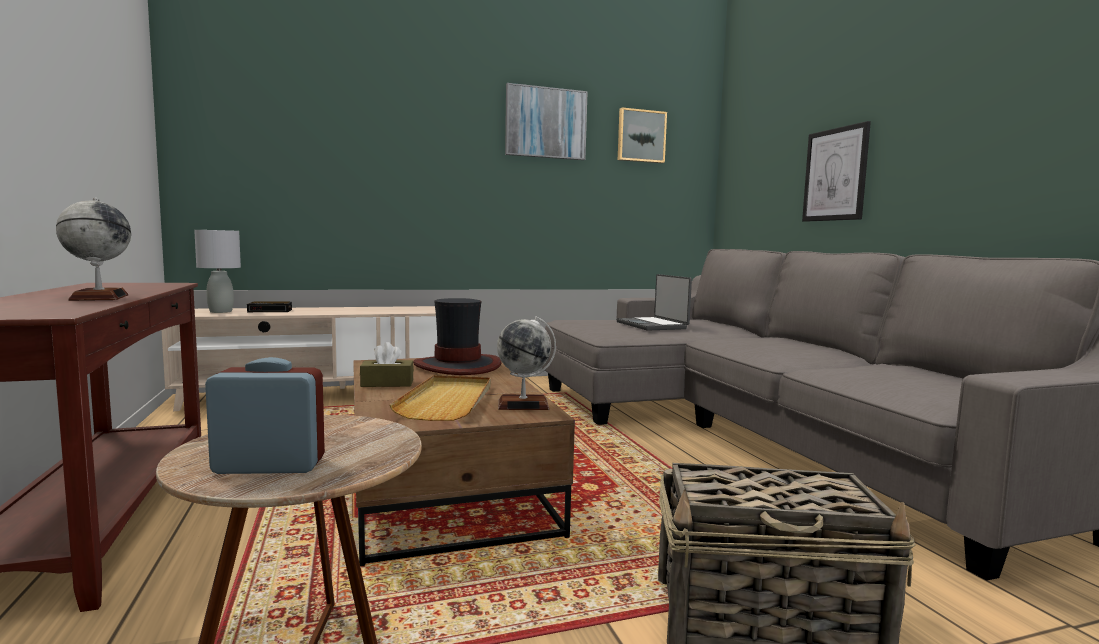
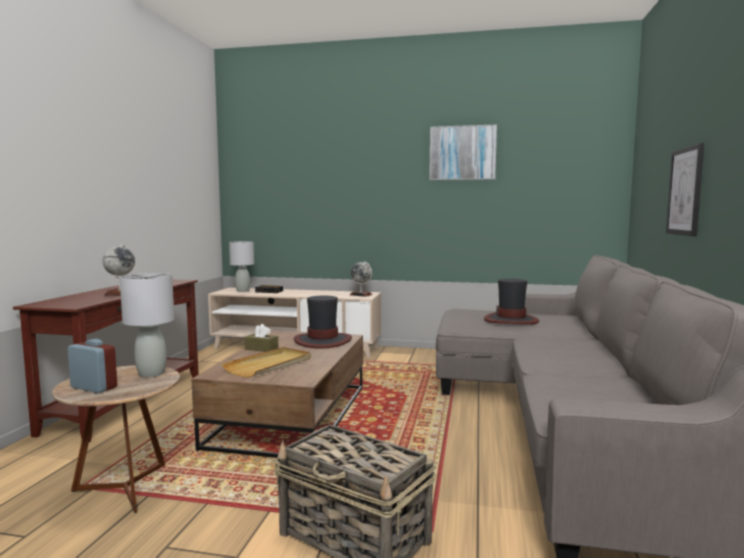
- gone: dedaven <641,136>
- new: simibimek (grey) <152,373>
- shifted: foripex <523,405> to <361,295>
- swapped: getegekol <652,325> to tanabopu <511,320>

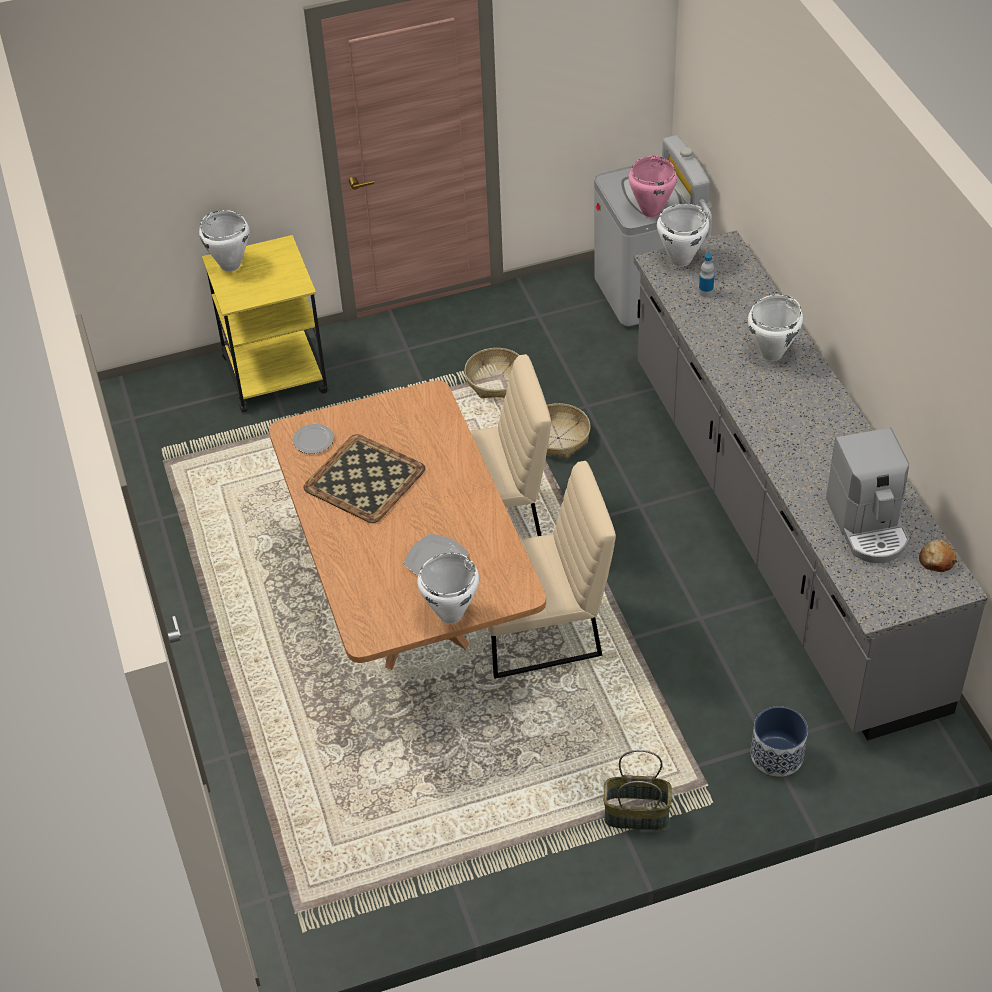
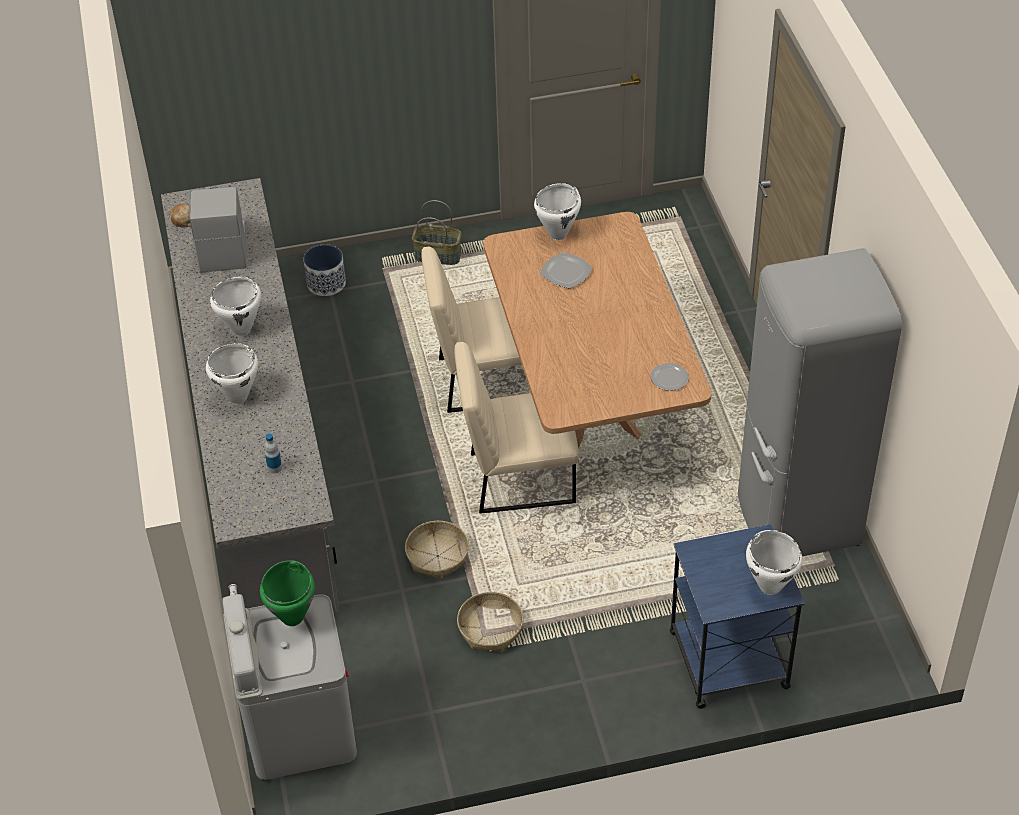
- gone: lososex <365,480>
- new: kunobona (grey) <795,518>
- shifted: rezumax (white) <680,260> to <242,329>
- repainted: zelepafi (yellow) <276,374> to zelepafi (blue) <727,661>
- repainted: rezumax (pink) <651,211> to rezumax (green) <293,617>

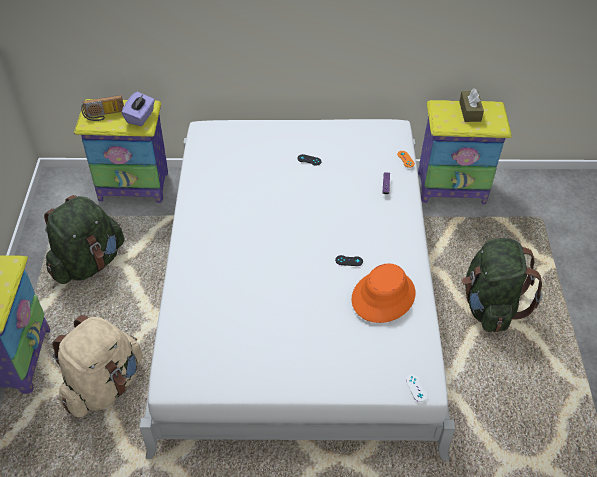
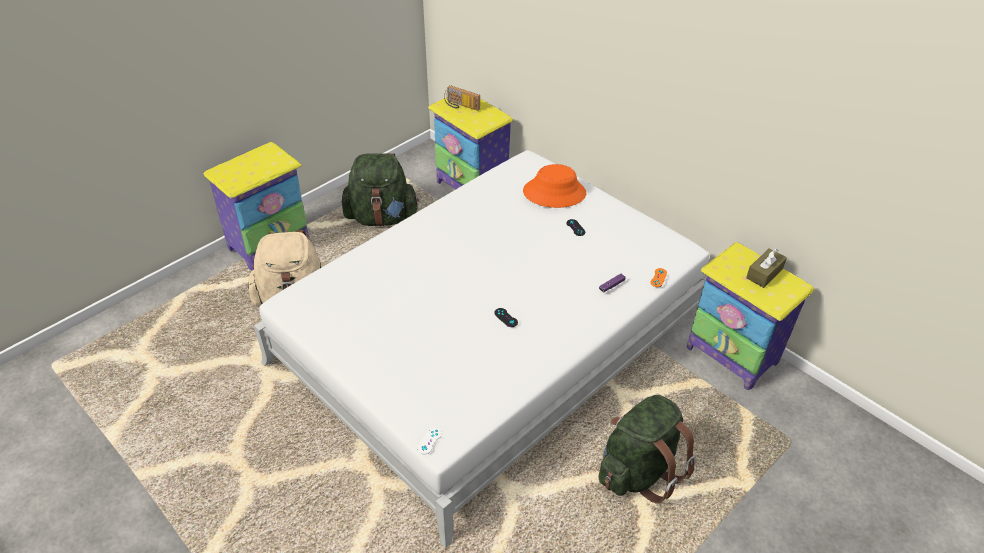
- gone: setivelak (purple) <140,117>
- shifted: tanabopu (orange) <383,296> to <554,192>

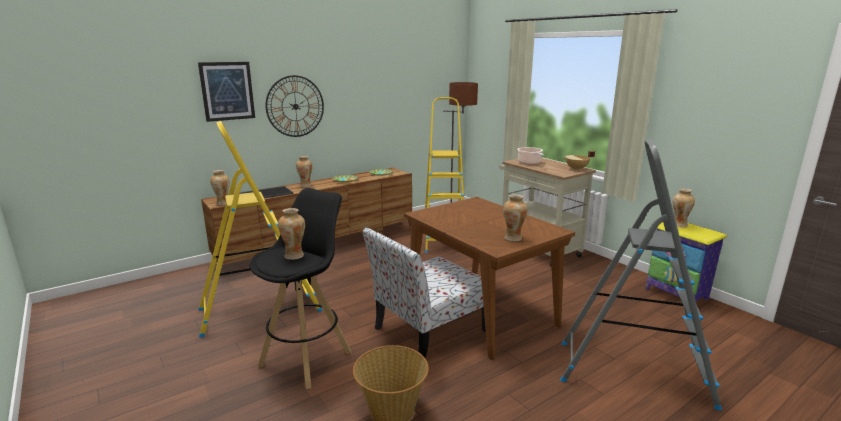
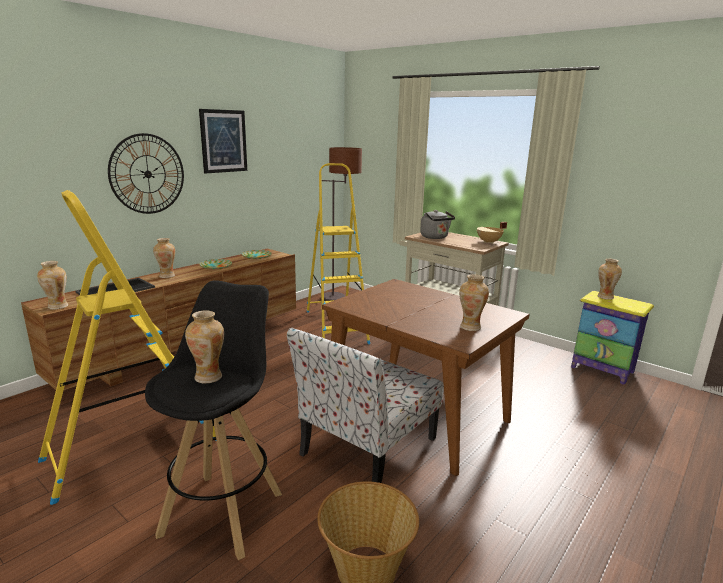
- gone: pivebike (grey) <634,373>
- shifted: dedaven <227,91> to <223,141>
- swapped: rezumax <529,163> to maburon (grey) <435,237>

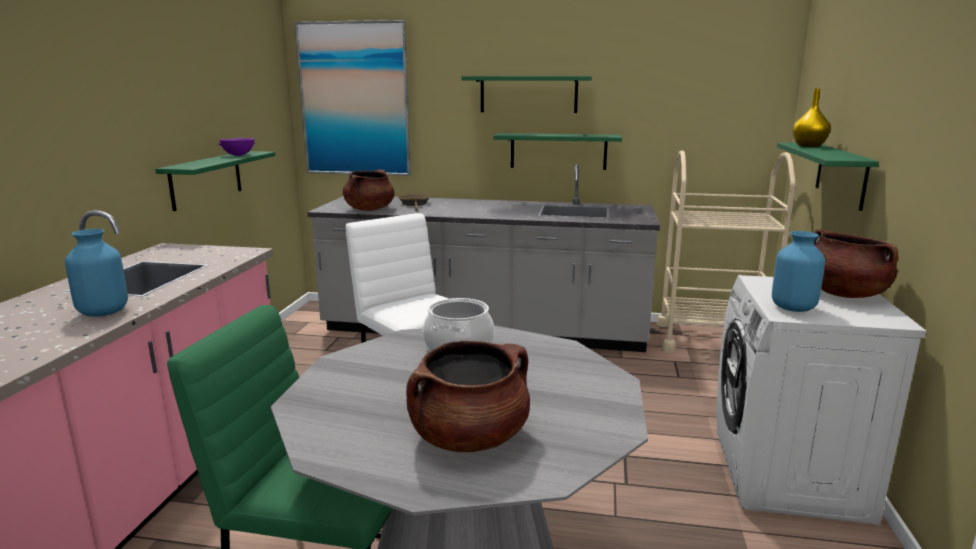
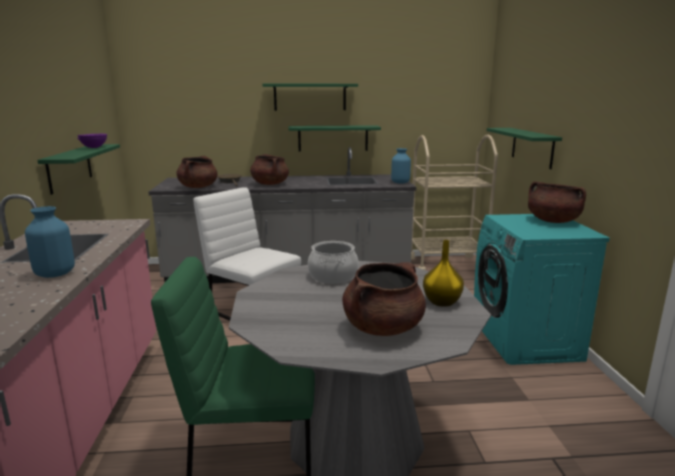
- gone: dedaven <354,100>
- new: rezumax (brown) <270,184>
- shifted: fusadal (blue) <793,307> to <400,182>
- shifted: fusadal (yellow) <809,146> to <442,302>
- repainted: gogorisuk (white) <787,476> to gogorisuk (turquoise) <525,342>

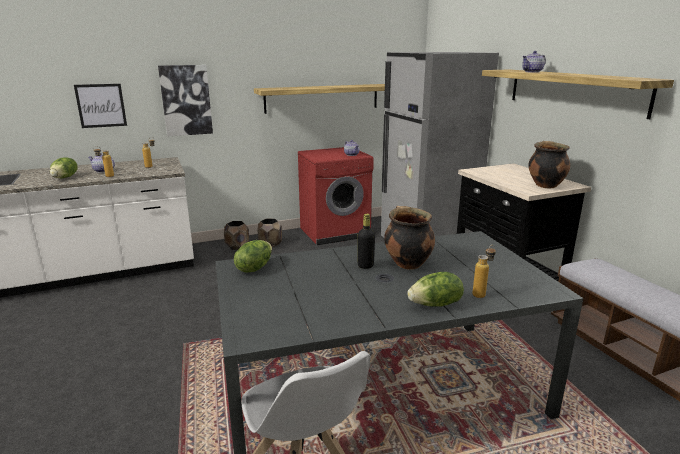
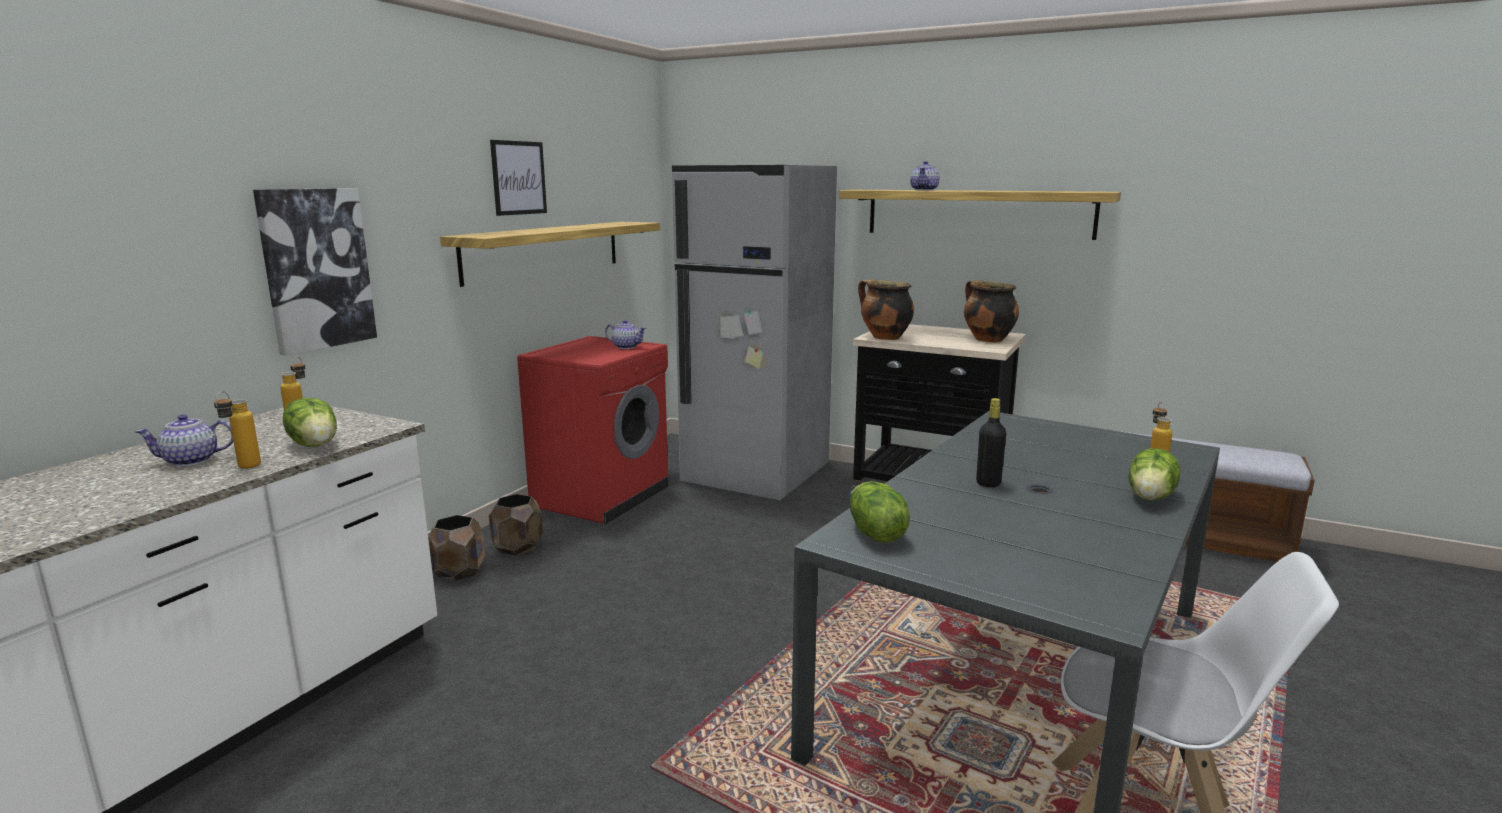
- shifted: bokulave <65,177> to <316,444>
- shifted: dedaven <101,105> to <518,178>
- shifted: rezumax <407,263> to <884,337>

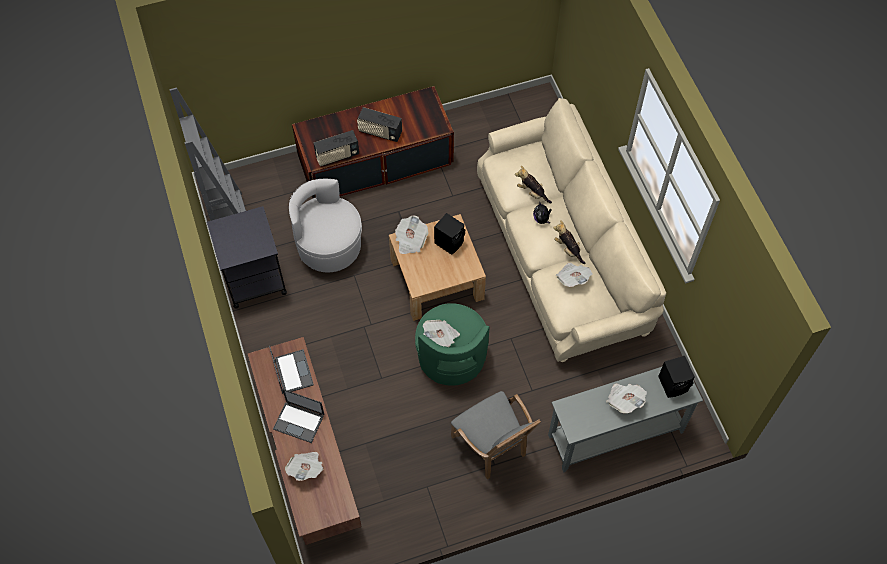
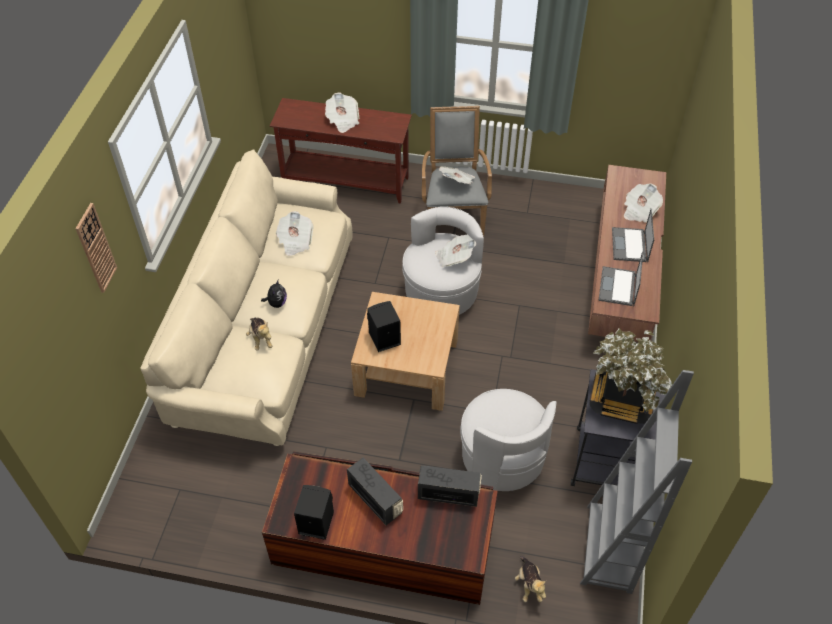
- new: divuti <96,248>
- new: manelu <621,399>
- shifted: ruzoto <410,240> to <457,182>
- shifted: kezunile <568,249> to <529,585>
- shifted: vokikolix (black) <674,384> to <315,522>
- repainted: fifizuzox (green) <451,356> to fifizuzox (white) <441,293>
- repainted: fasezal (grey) <615,434> to fasezal (brown) <346,181>
- rotated: getegekol <299,421> = <630,245> 135 degrees counterclockwise

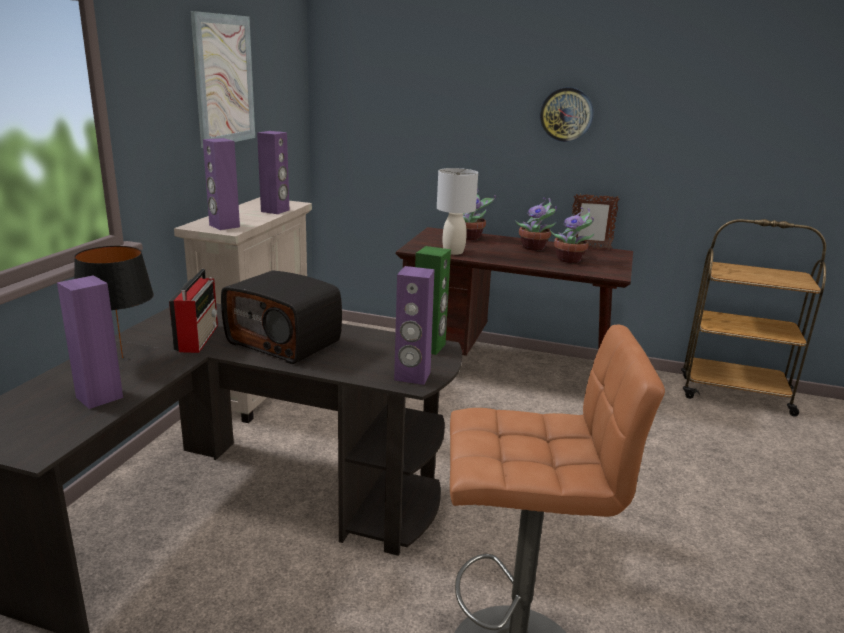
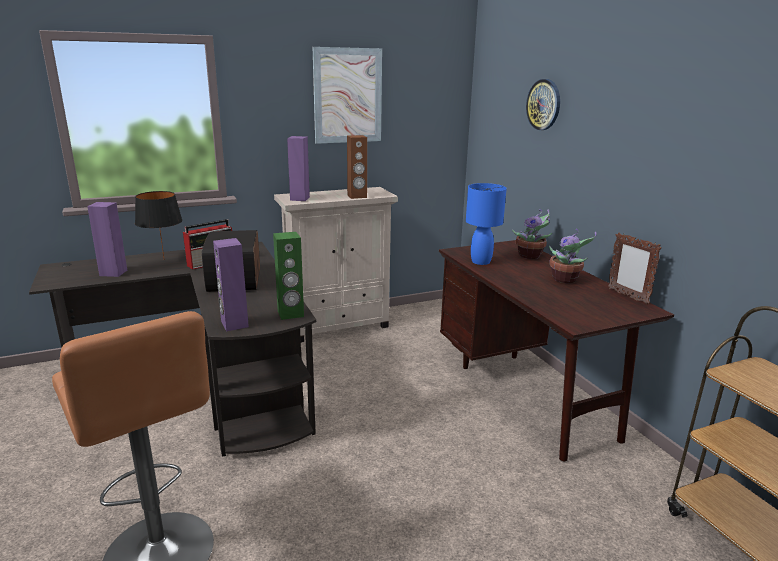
- gone: manelu <570,260>
- shifted: divuti <566,114> to <544,104>
- repainted: vokikolix (purple) <275,211> to vokikolix (brown) <357,196>
- repainted: simibimek (grey) <453,252> to simibimek (blue) <480,262>

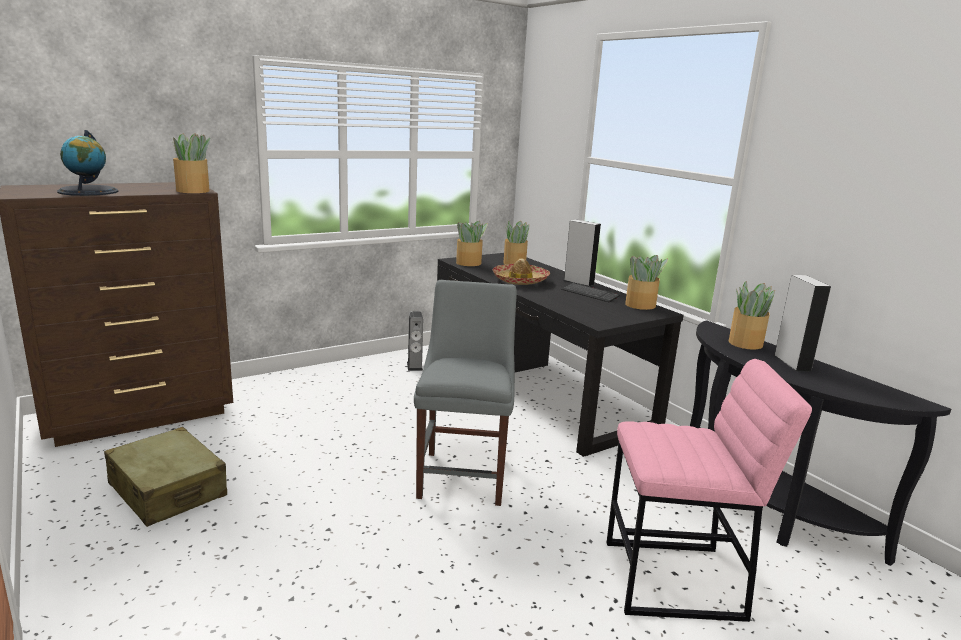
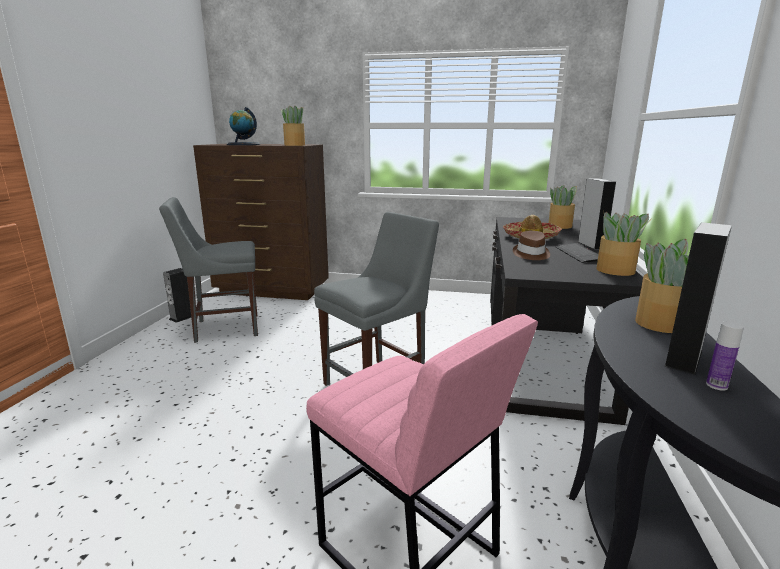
- gone: manelu <469,263>
- new: tanabopu (brown) <531,254>
- new: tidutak <716,385>
- shifted: vokikolix <414,366> to <181,318>
- swapped: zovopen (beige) <168,490> to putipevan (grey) <223,328>

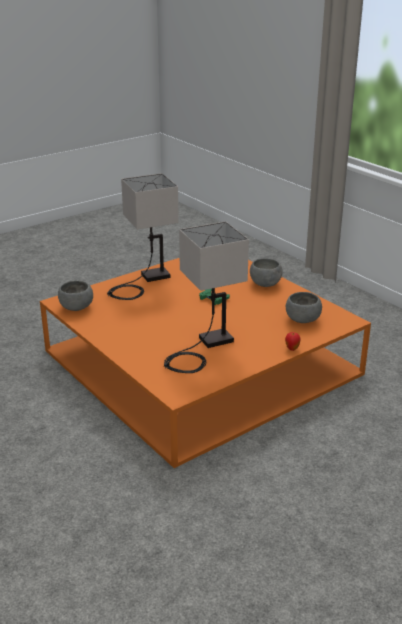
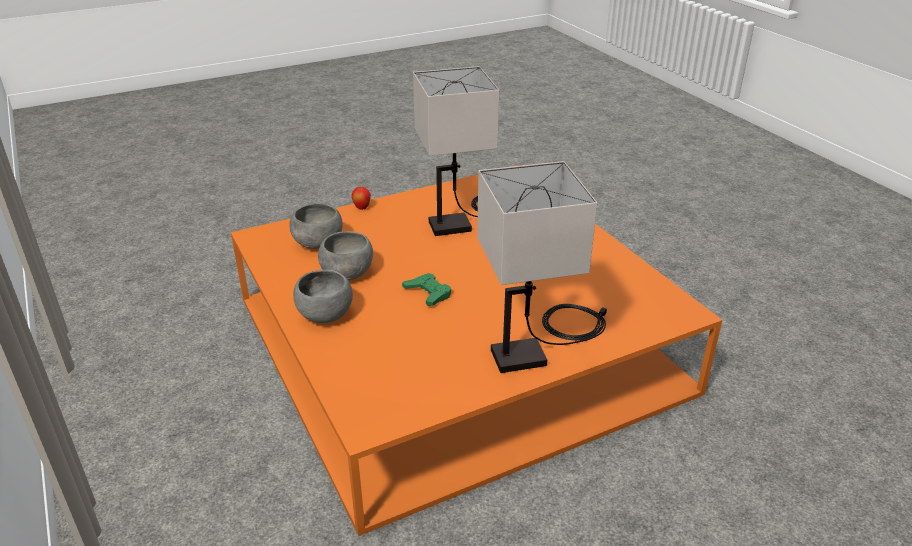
- shifted: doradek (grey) <76,308> to <347,274>

